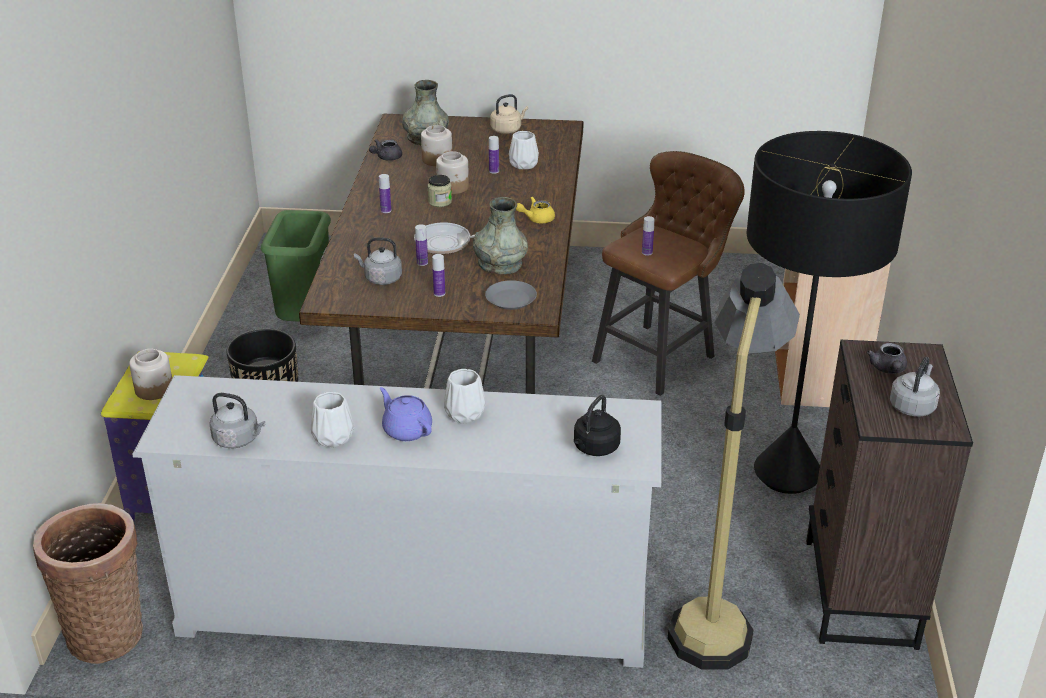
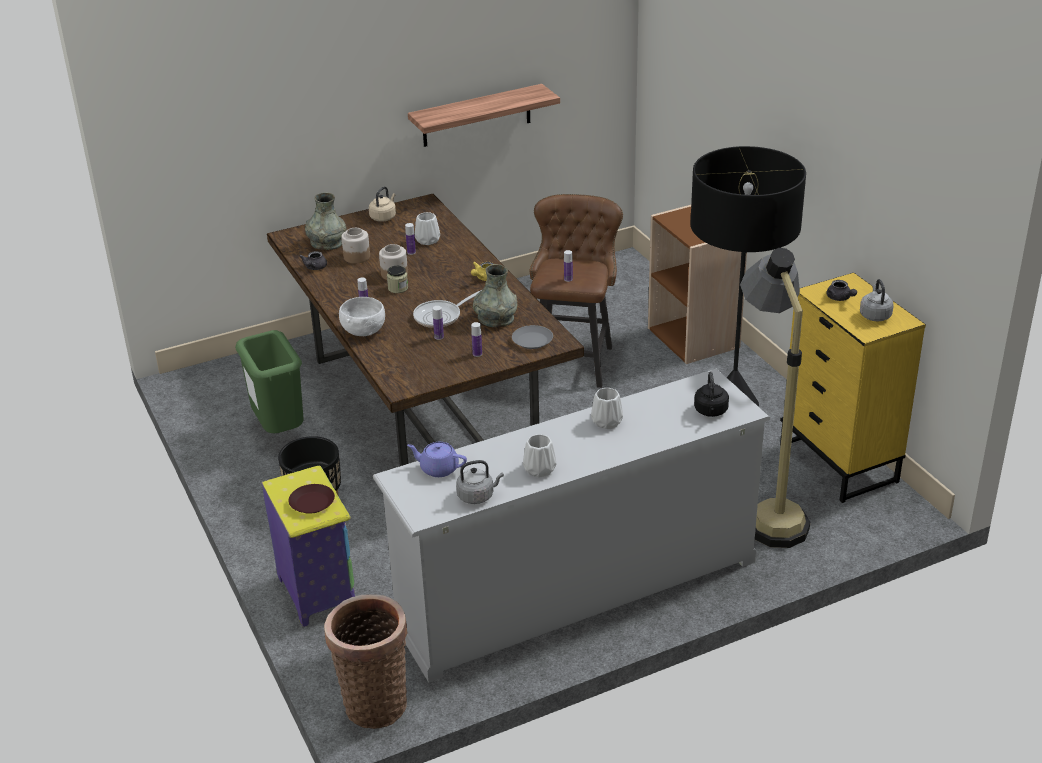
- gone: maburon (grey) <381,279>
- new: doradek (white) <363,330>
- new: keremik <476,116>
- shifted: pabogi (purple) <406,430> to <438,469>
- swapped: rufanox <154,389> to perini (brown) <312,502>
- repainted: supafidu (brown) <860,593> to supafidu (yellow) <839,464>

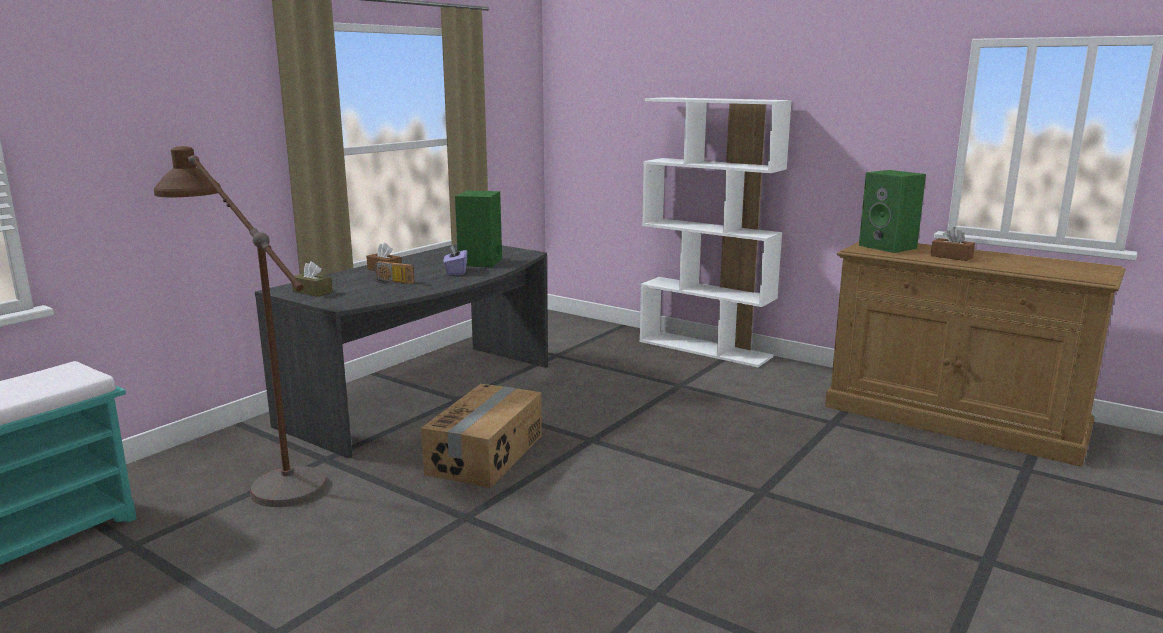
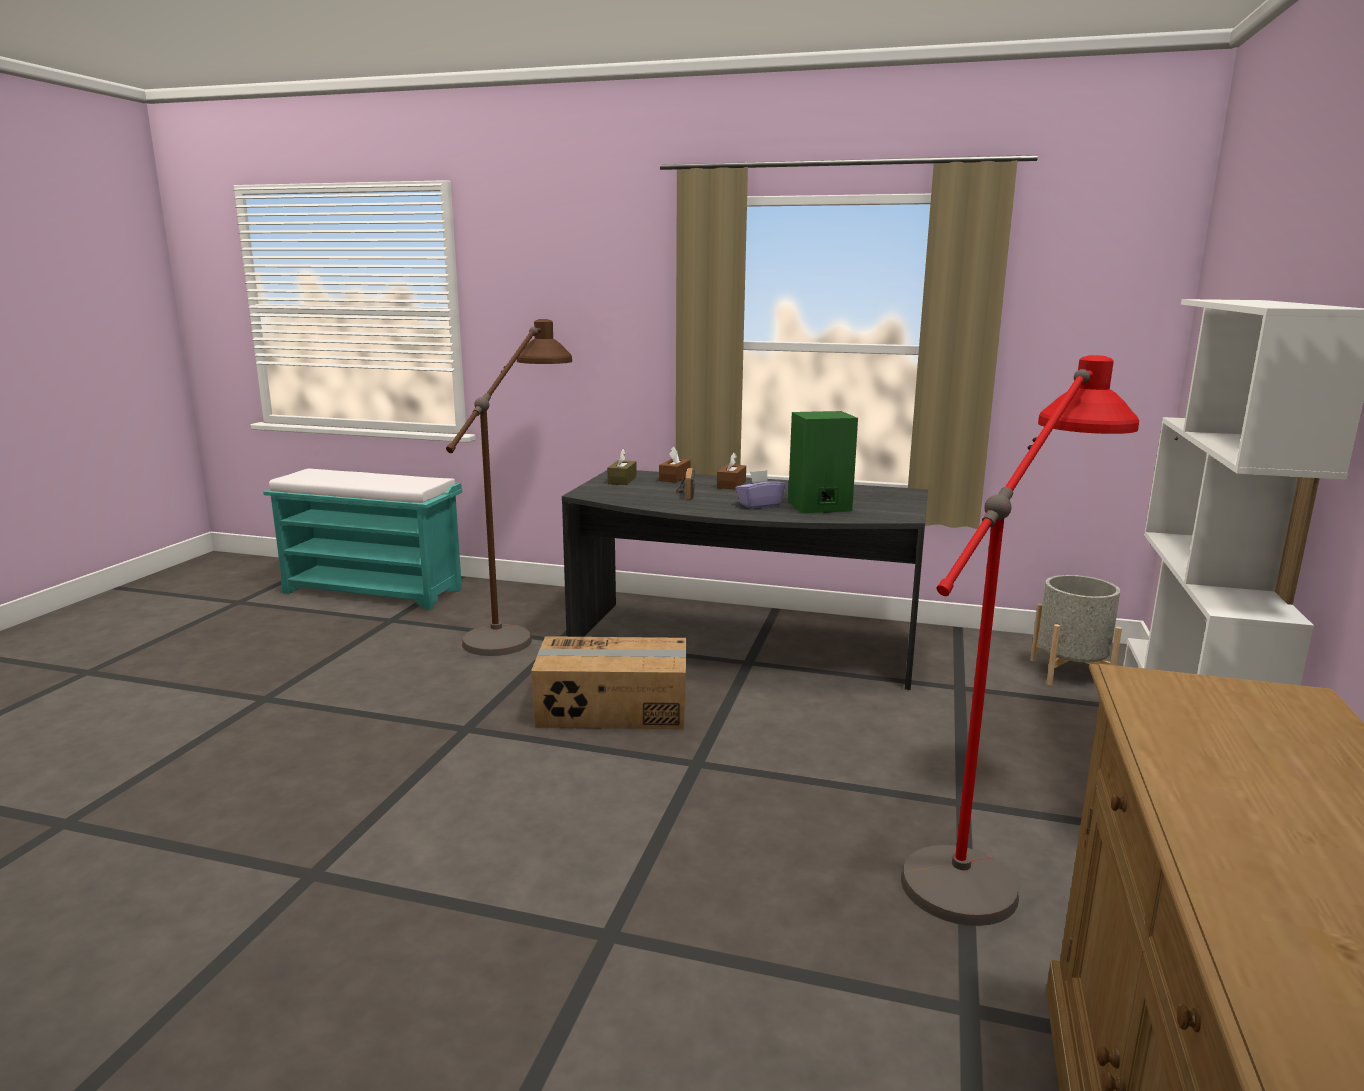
- gone: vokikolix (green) <889,247>
- new: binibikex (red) <993,850>
- new: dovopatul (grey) <1070,673>
- shifted: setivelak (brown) <951,257> to <674,478>

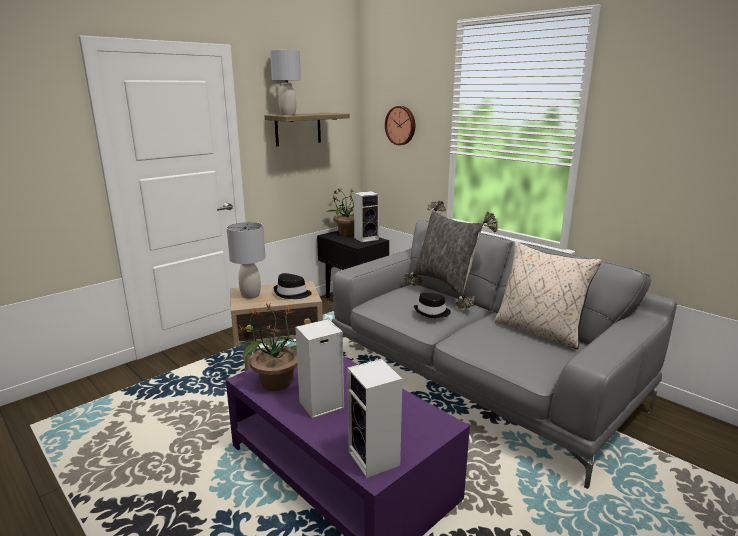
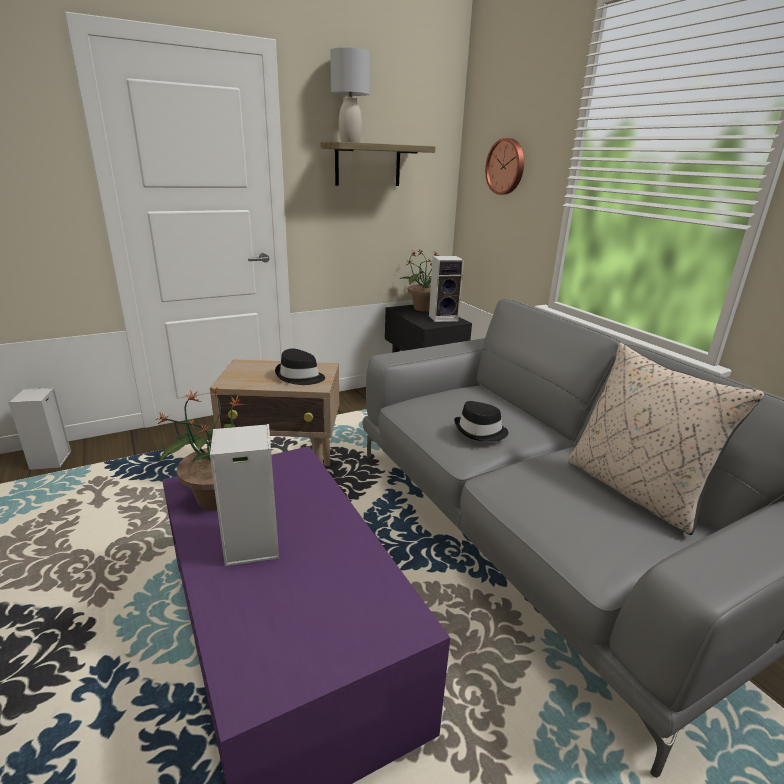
- gone: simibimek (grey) <250,295>
- gone: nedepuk <447,294>
- shifted: vokikolix <376,459> to <51,461>

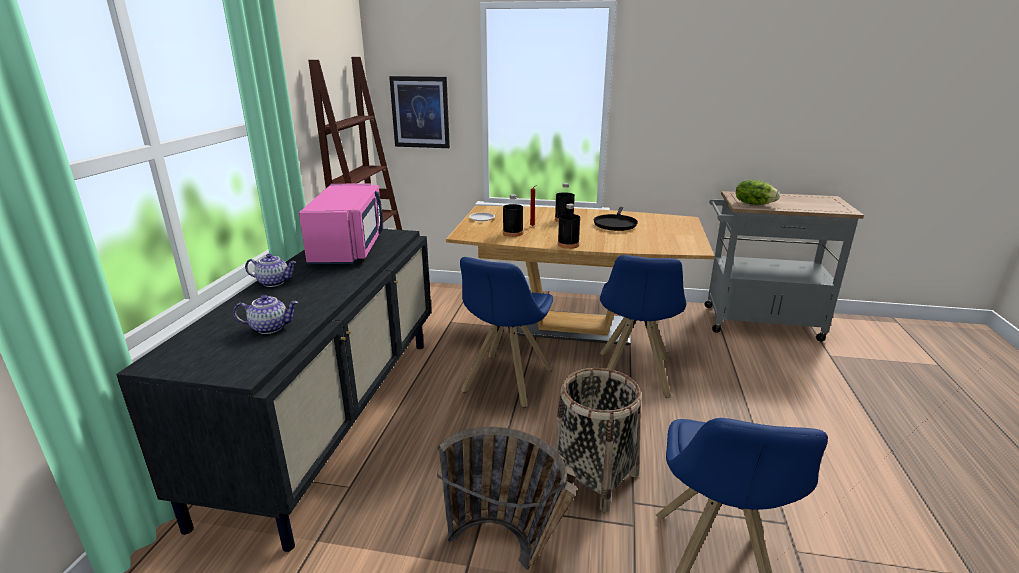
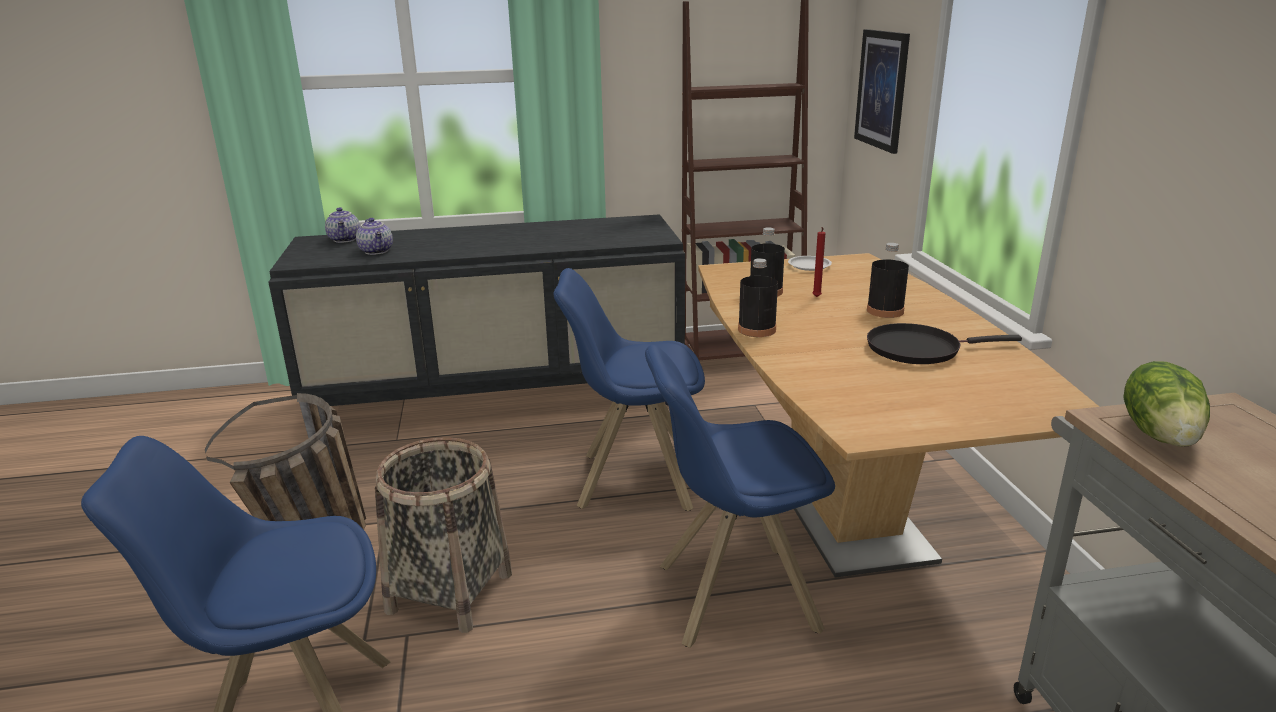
- gone: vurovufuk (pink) <349,248>
- shifted: pabogi <274,282> to <345,239>

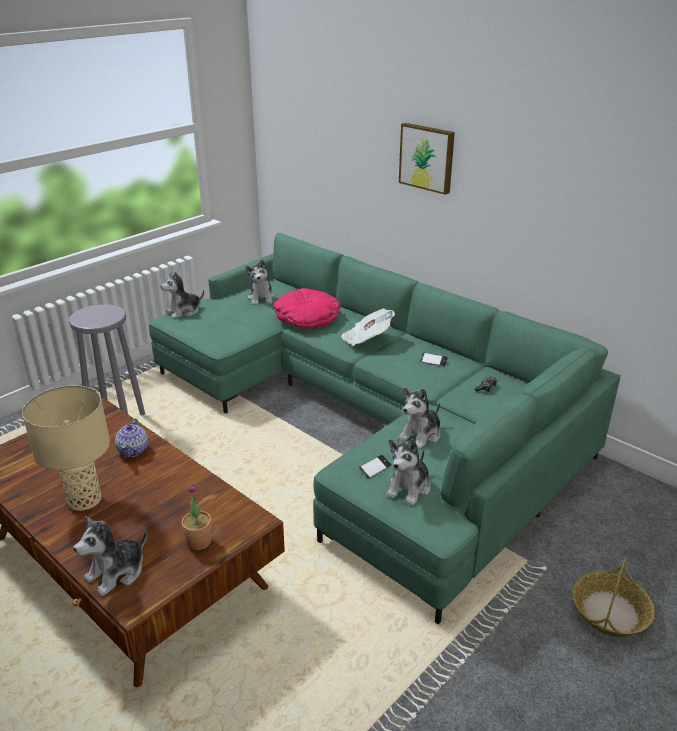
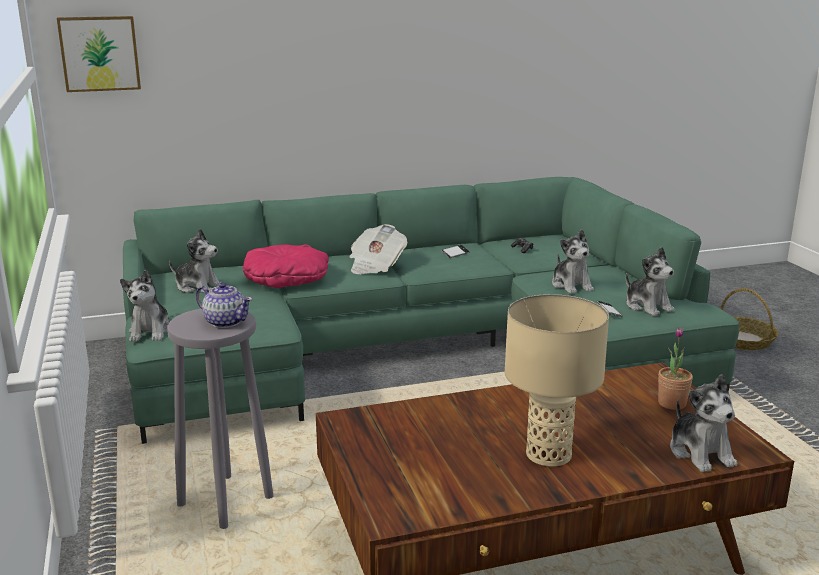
- shifted: pabogi <134,450> to <225,322>
- shifted: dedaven <427,157> to <100,53>

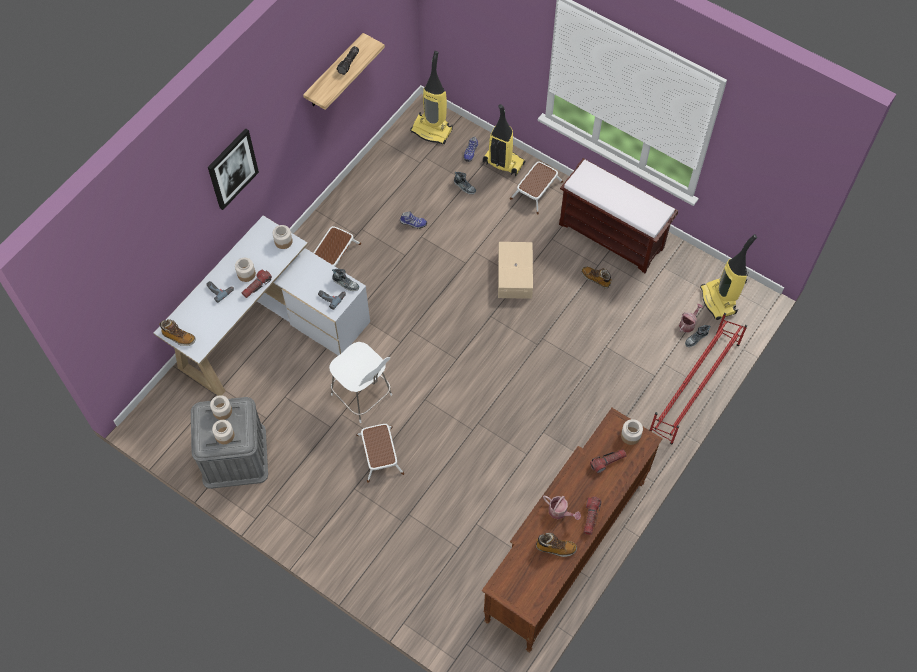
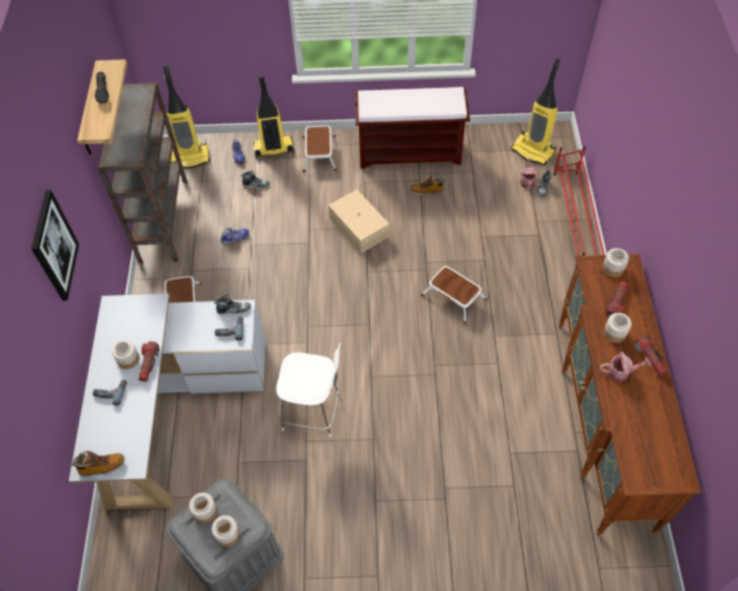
- gone: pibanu <555,548>
- new: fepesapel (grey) <163,221>
- shifted: rufanox <283,241> to <614,333>
- shifted: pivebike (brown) <379,454> to <453,297>

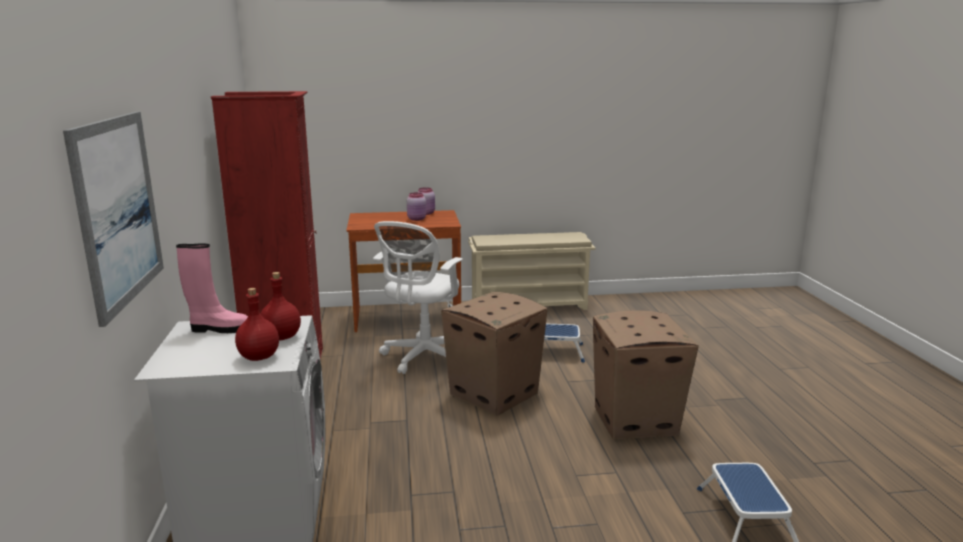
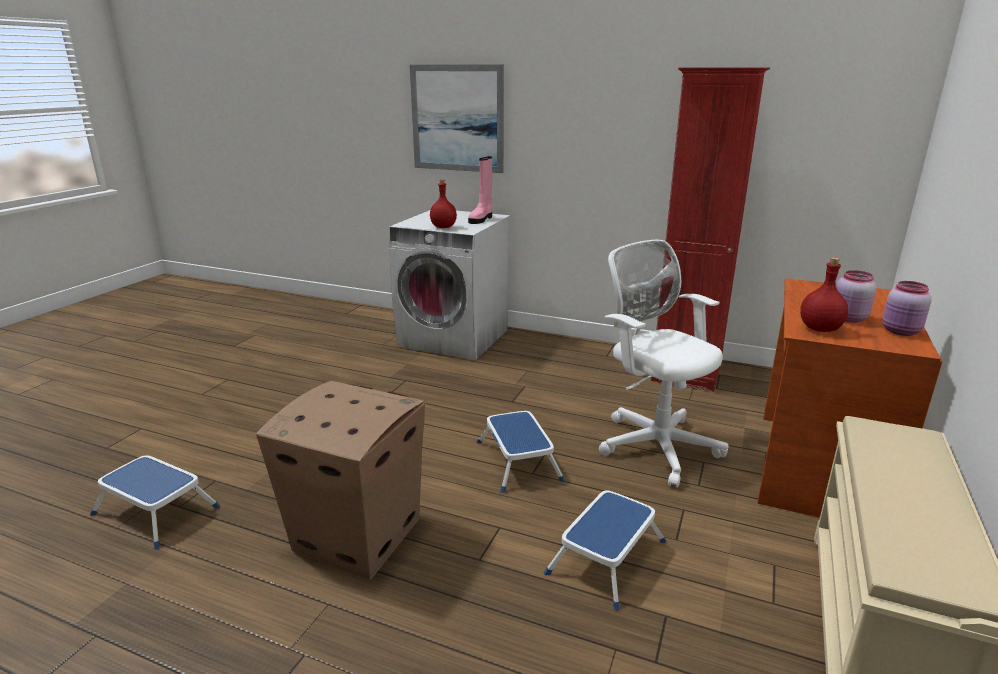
- shifted: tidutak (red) <259,357> to <820,329>
- swapped: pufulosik <495,394> to pivebike (blue) <518,461>

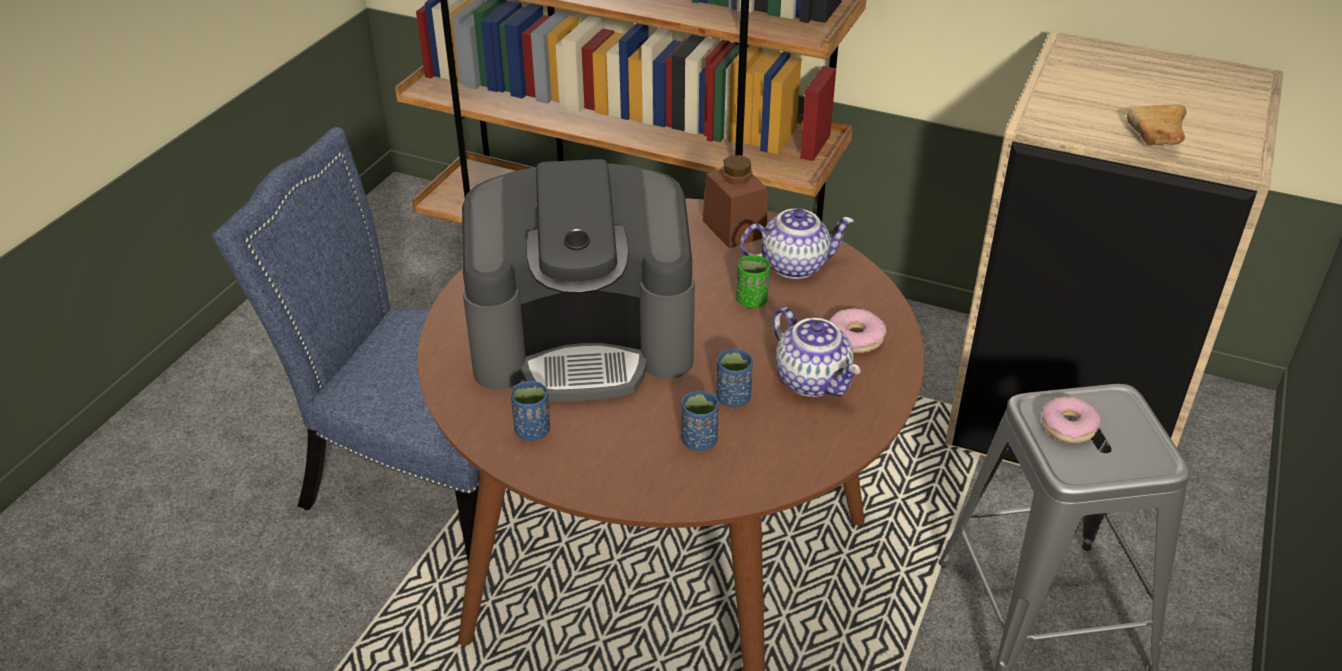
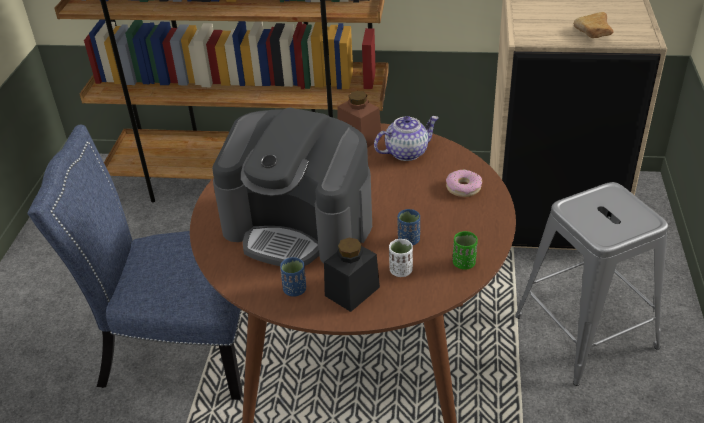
- gone: pabogi <813,380>
- gone: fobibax <1068,426>
- new: rufanox (black) <352,291>
- shifted: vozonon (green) <751,301> to <464,263>
- repainted: vozonon (blue) <699,441> to vozonon (white) <401,271>
- rotated: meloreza <584,340> = <299,226> 45 degrees clockwise

